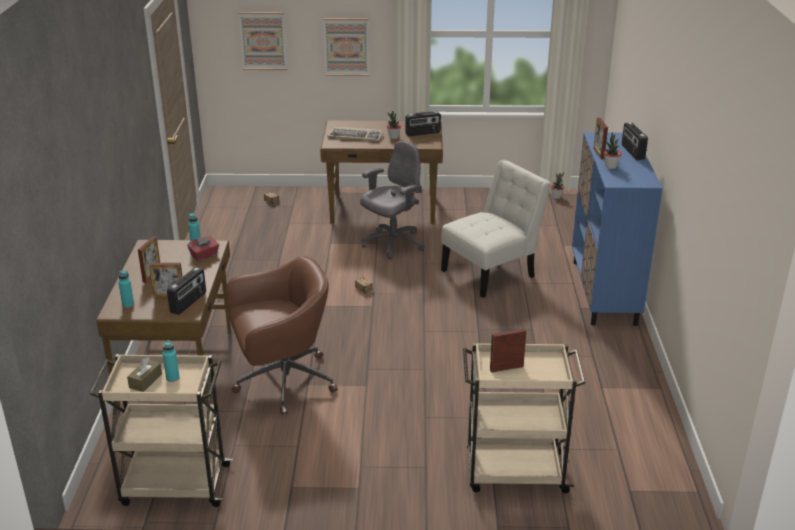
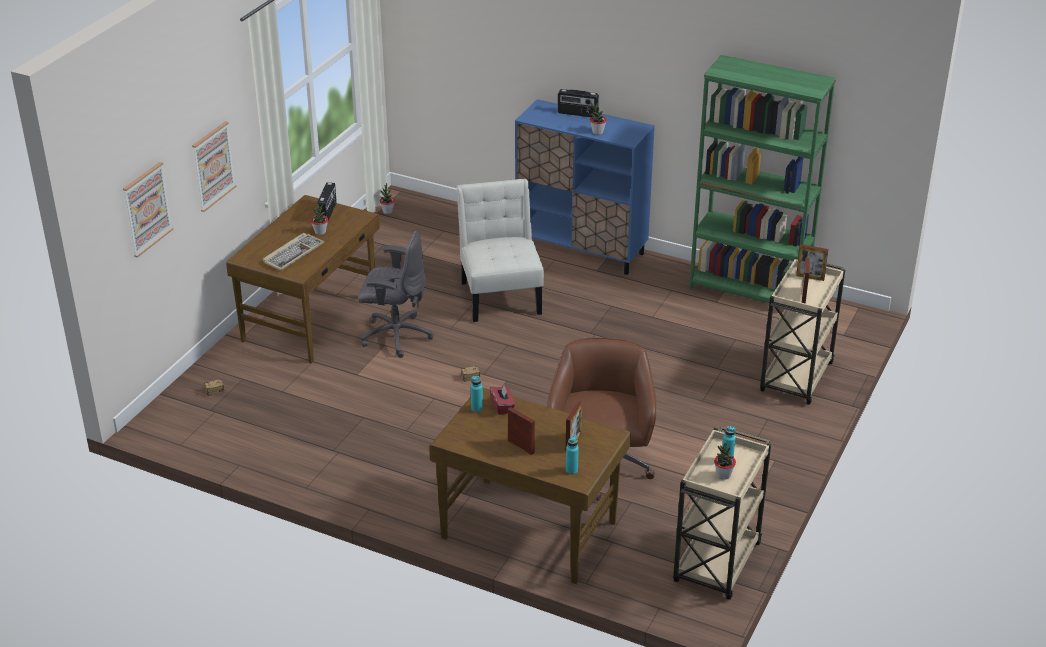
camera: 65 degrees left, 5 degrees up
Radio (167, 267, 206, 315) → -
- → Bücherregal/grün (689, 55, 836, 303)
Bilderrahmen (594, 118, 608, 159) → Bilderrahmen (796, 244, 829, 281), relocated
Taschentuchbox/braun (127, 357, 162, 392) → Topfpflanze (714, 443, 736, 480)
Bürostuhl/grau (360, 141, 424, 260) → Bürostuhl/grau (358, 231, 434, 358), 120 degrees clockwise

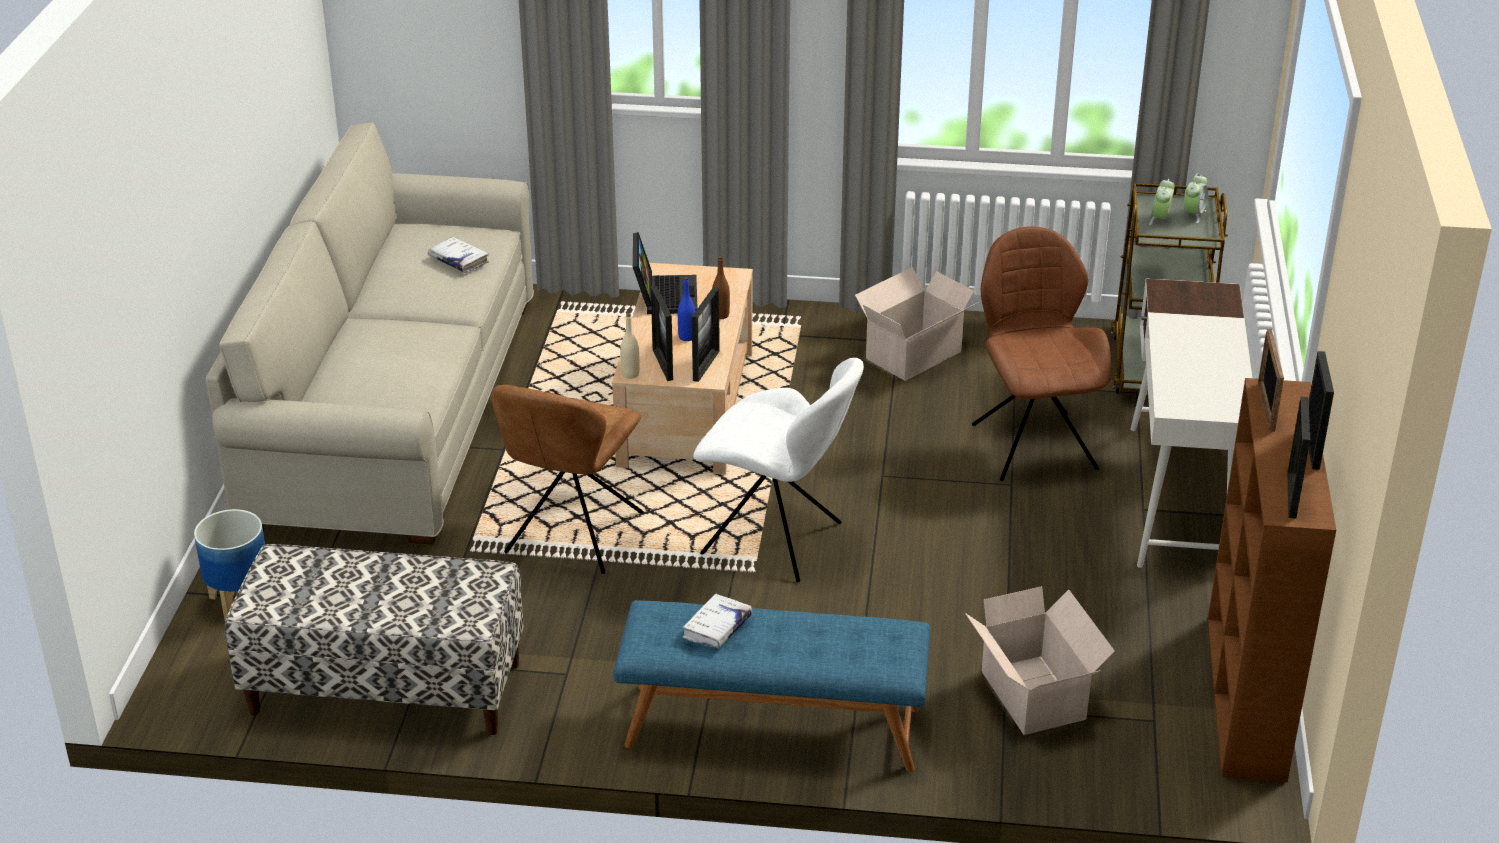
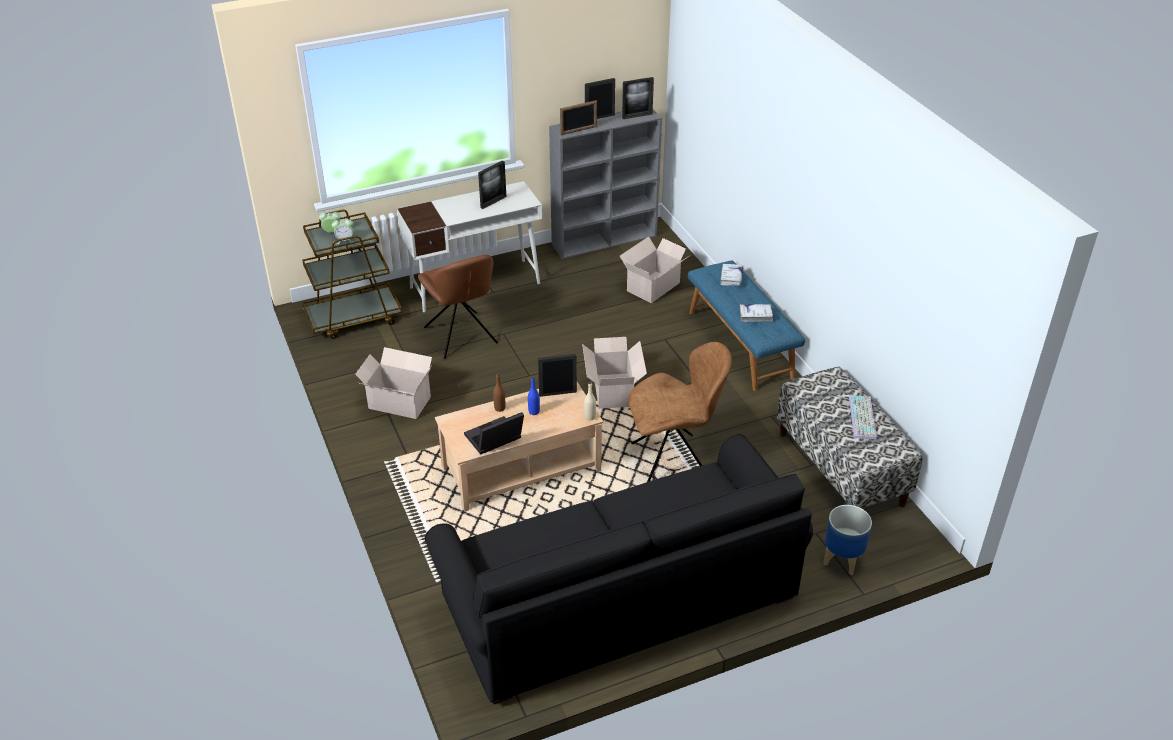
camera: 120 degrees left, 5 degrees up
- → Tastatur (849, 395, 877, 439)
Buch/weiß (428, 237, 489, 273) → Buch/weiß (720, 264, 743, 286), relocated
Bilderrahmen (651, 286, 673, 381) → Bilderrahmen (478, 160, 506, 209), relocated
Stuhl/weiß (693, 358, 864, 582) → Karton (582, 337, 647, 409)
Sofa/beige (206, 122, 534, 544) → Sofa/schwarz (425, 434, 813, 704)
Bücherregal/braun (1208, 378, 1336, 782) → Bücherregal/grau (549, 109, 662, 259)
Stuhl/braun (972, 226, 1111, 481) → Stuhl/braun (418, 255, 498, 359), 75 degrees counterclockwise

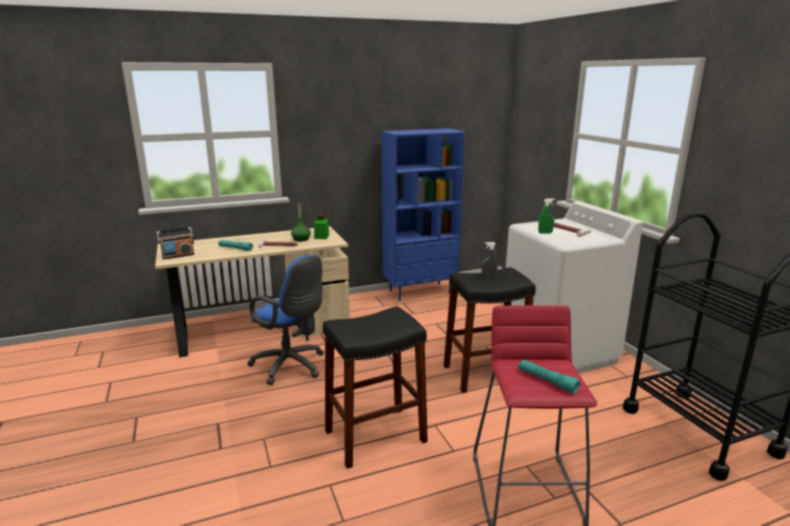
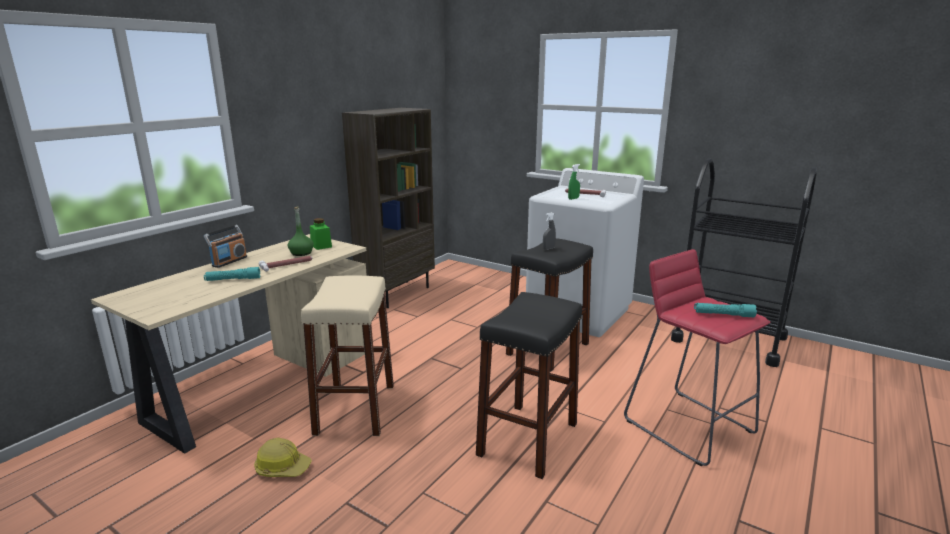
camera: 35 degrees left, 0 degrees up
- → Schutzhelm (254, 438, 312, 477)
Radio (157, 227, 195, 259) → Radio (204, 225, 247, 268), relocated
Bürostuhl/blau (247, 255, 324, 385) → Hocker/beige (301, 276, 394, 436)
Bücherregal/blau (381, 128, 465, 301) → Bücherregal/braun (342, 108, 435, 308)

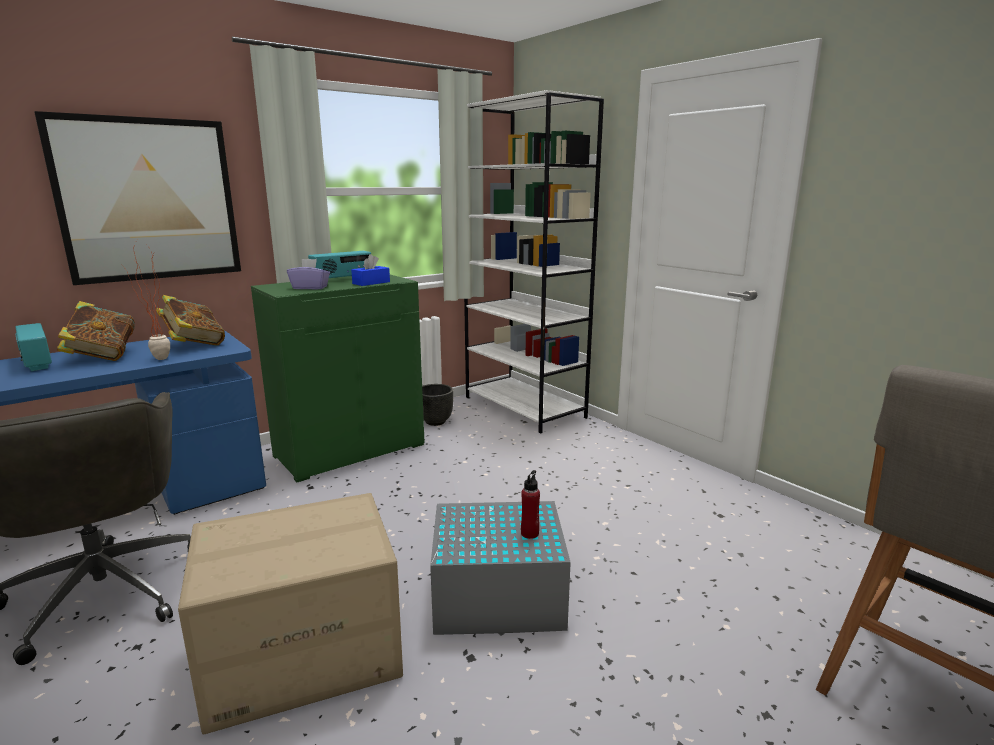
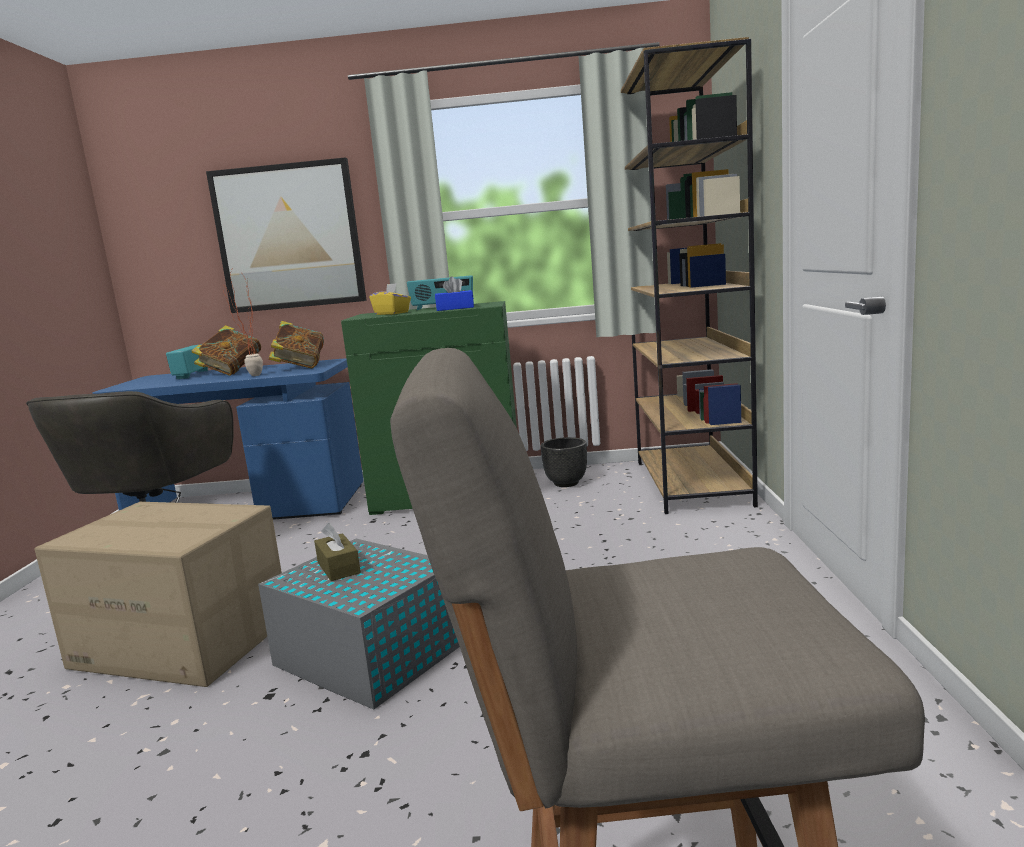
camera: 40 degrees right, 5 degrees down
Flasche/rot (521, 470, 540, 539) → -
- → Taschentuchbox/braun (314, 523, 361, 581)
Taschentuchbox/lila (287, 259, 330, 290) → Taschentuchbox/gelb (369, 283, 411, 315)
Bücherregal/weiß (464, 90, 604, 434) → Bücherregal/braun (621, 37, 758, 514)

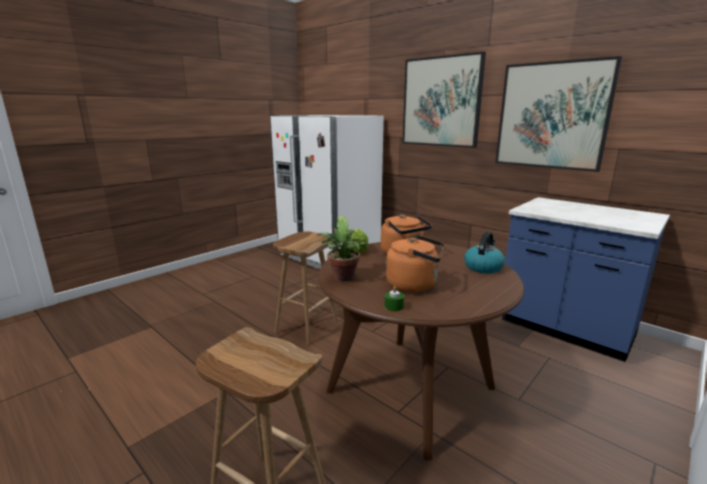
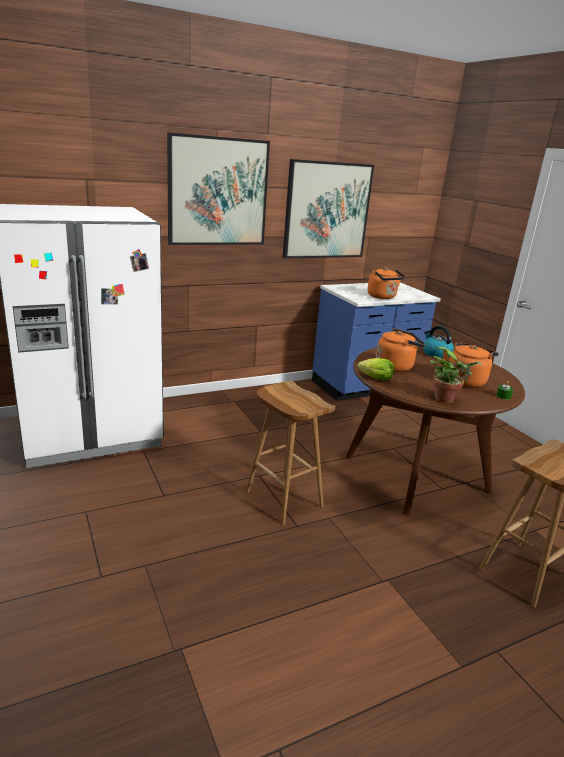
camera: 70 degrees left, 5 degrees up
- → Wasserkessel/orange (367, 268, 406, 299)

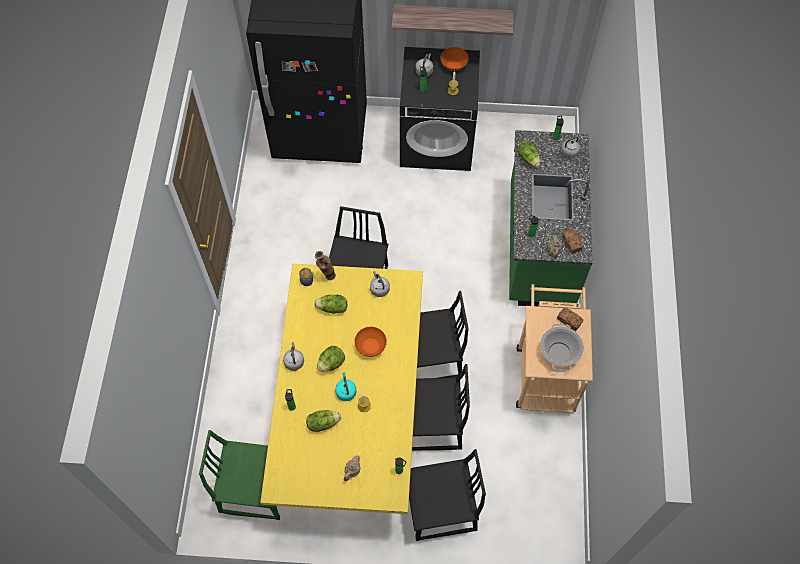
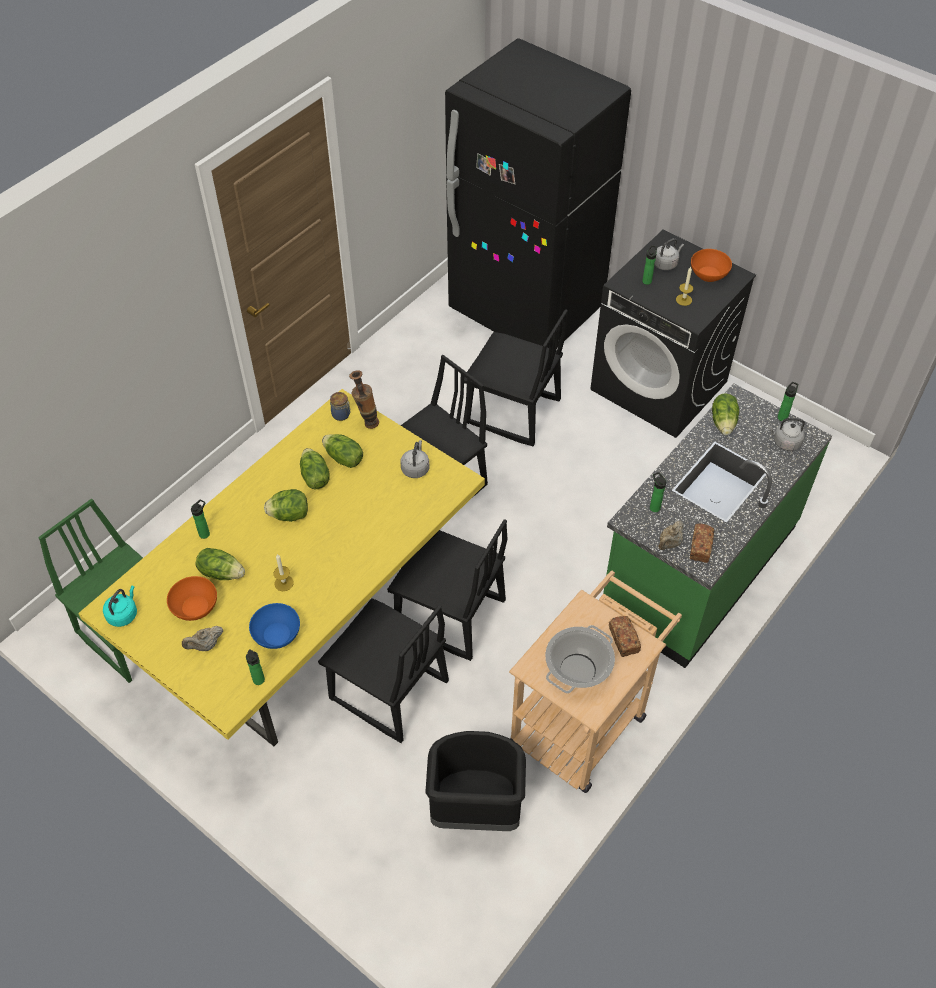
camera: 35 degrees right, 10 degrees down
Wasserkessel/grau (283, 342, 304, 371) → -
Wandregal (392, 5, 513, 36) → -
- → Schüssel/blau (249, 603, 300, 649)
- → Salatkopf (300, 448, 330, 489)
- → Mülleimer/schwarz (425, 731, 526, 831)
Wasserkessel/türkis (335, 372, 356, 401) → Wasserkessel/türkis (103, 586, 137, 627), relocated
Schüssel/orange (354, 327, 387, 357) → Schüssel/orange (167, 576, 217, 621), relocated
Stuhl/schwarz (409, 449, 486, 541) → Stuhl/schwarz (464, 309, 568, 446), relocated

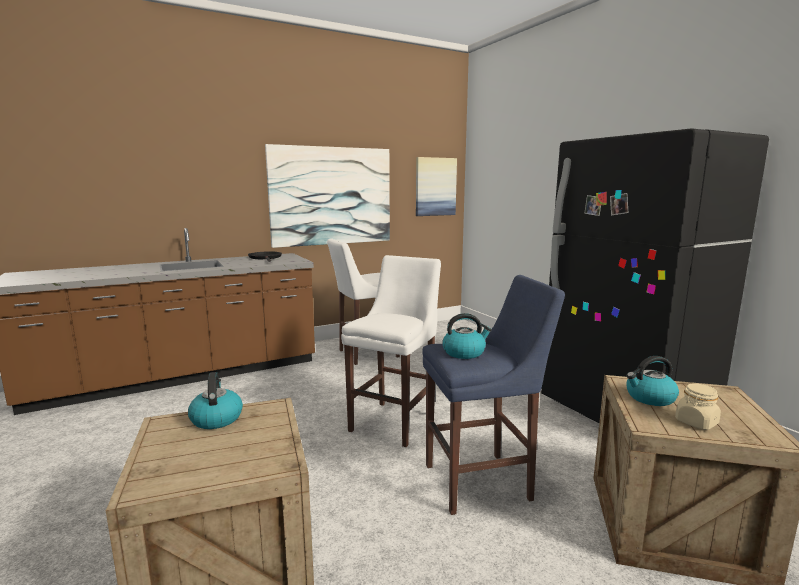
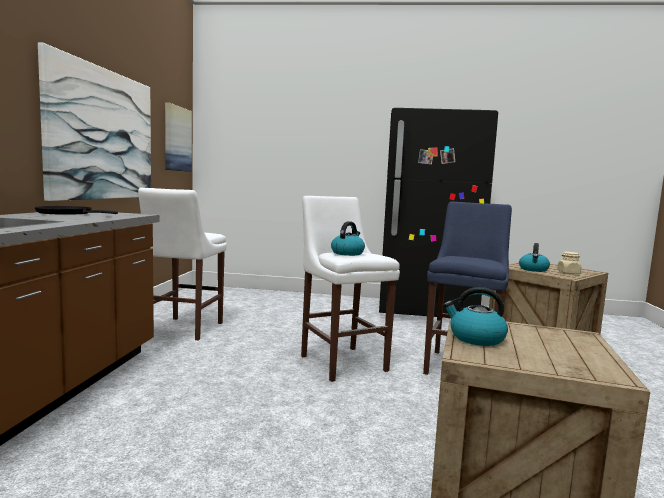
camera: 55 degrees left, 5 degrees down
Wasserkessel (443, 313, 492, 359) → Wasserkessel (331, 221, 365, 256), relocated

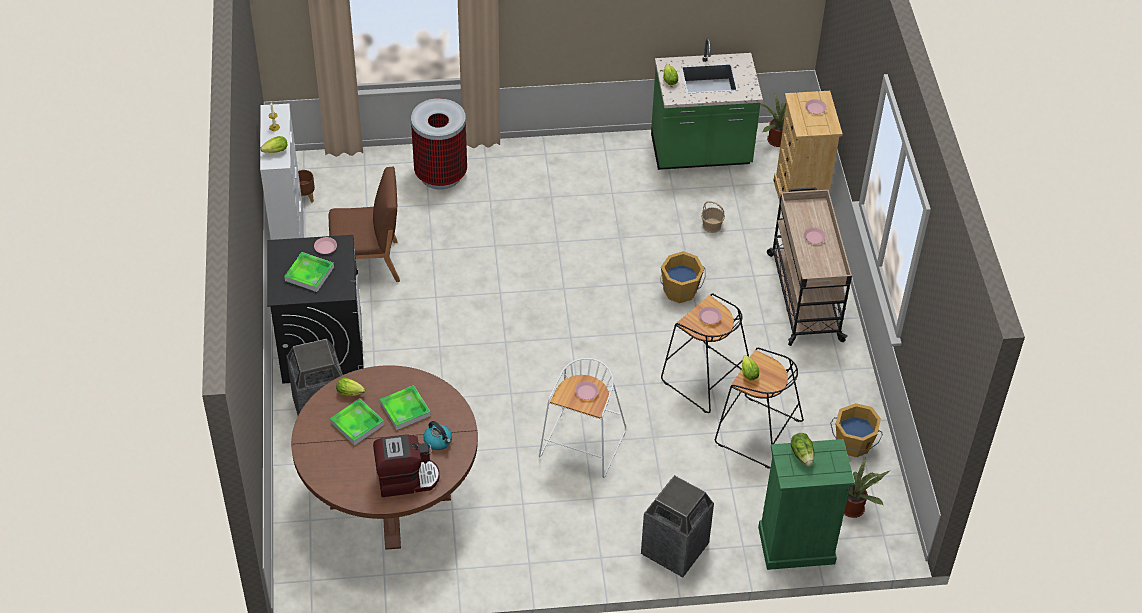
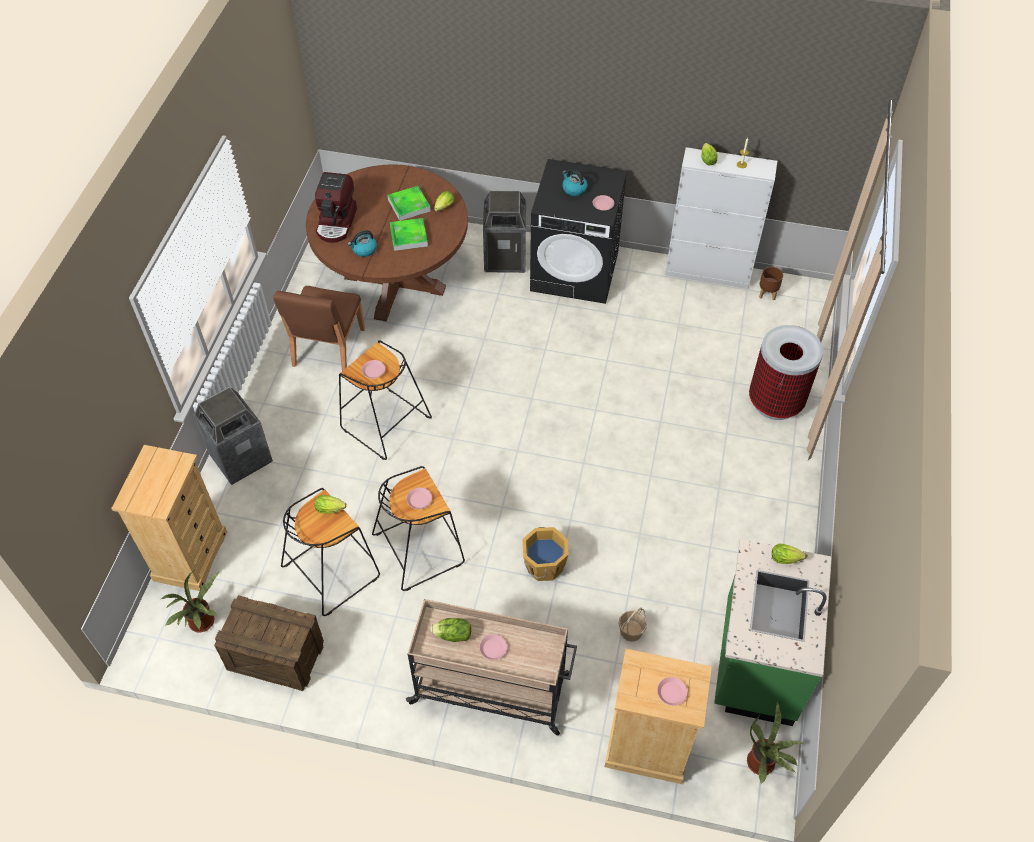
camera: 110 degrees right, 5 degrees up
Stuhl/braun (329, 167, 400, 282) → Stuhl/braun (273, 286, 365, 371), relocated
Salatkopf (791, 433, 815, 466) → Salatkopf (430, 618, 471, 642), relocated
Tablett (284, 252, 334, 292) → Wasserkessel (562, 169, 587, 196)
Eimer/orange (830, 403, 883, 457) → Kiste (214, 595, 324, 691)
Hocker/weiß (539, 358, 626, 478) → Hocker/schwarz (339, 340, 432, 460)
Kommode/grün (758, 439, 855, 570) → Kommode/beige (111, 445, 227, 591)

